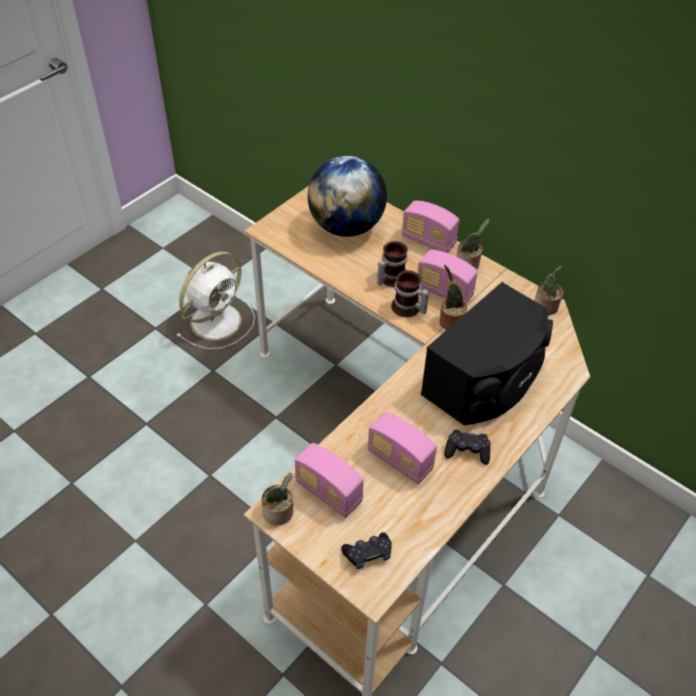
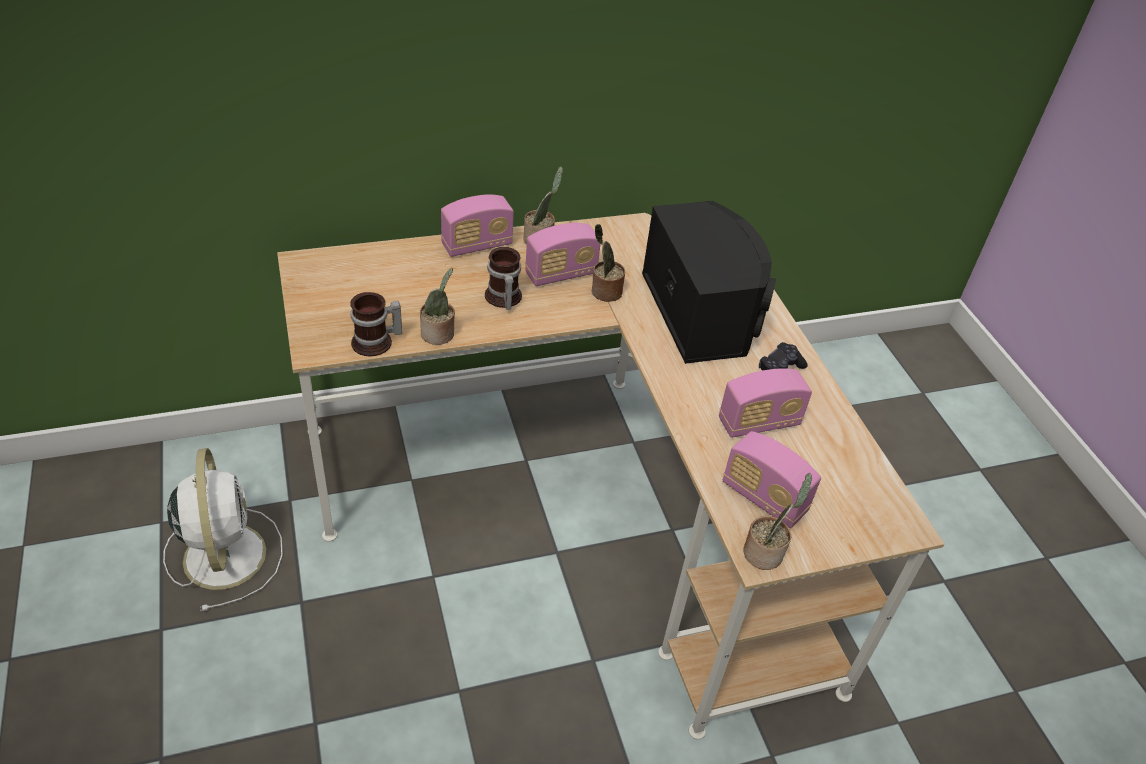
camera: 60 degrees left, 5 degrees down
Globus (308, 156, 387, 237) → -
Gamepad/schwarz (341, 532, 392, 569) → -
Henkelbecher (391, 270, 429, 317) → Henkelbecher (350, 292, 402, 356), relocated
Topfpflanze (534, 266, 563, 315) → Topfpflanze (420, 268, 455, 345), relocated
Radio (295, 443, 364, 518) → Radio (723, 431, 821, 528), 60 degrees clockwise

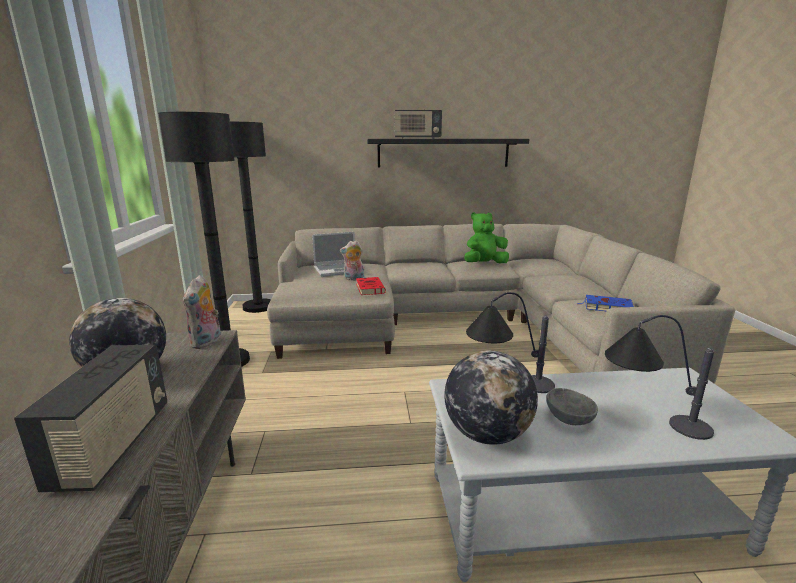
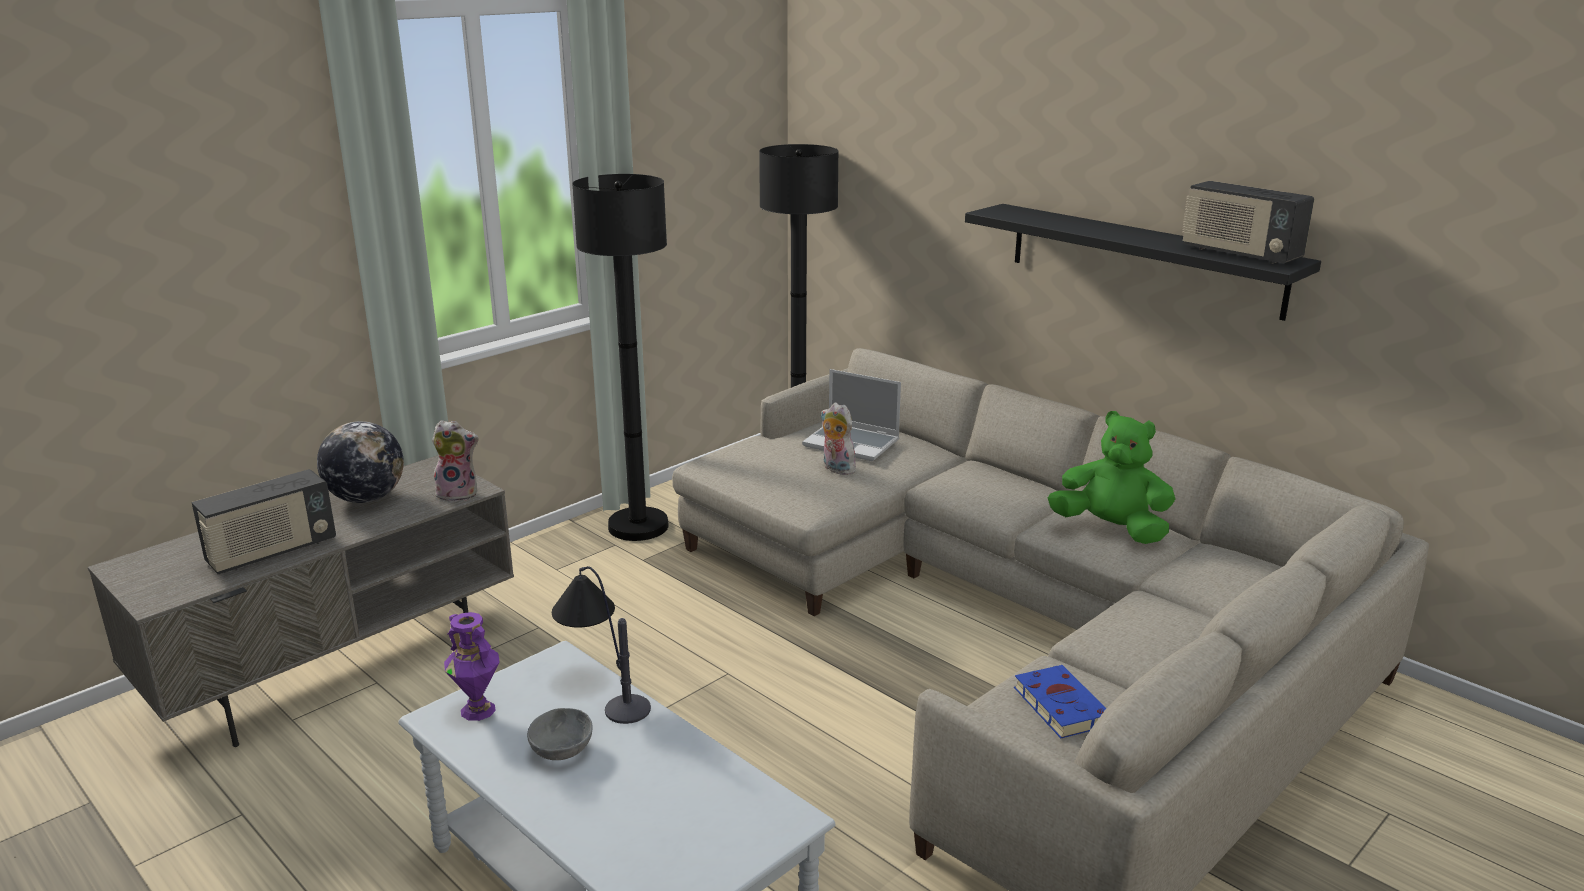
camera: 50 degrees right, 5 degrees up
Buch/rot (356, 277, 386, 295) → -
Tischlampe (605, 315, 714, 440) → -
Radio (394, 110, 442, 139) → Radio (1182, 181, 1314, 264), relocated
Globus (444, 350, 538, 445) → Vase/lila (444, 612, 500, 721)
Plüschtier (183, 275, 221, 349) → Plüschtier (432, 420, 479, 501), 150 degrees counterclockwise

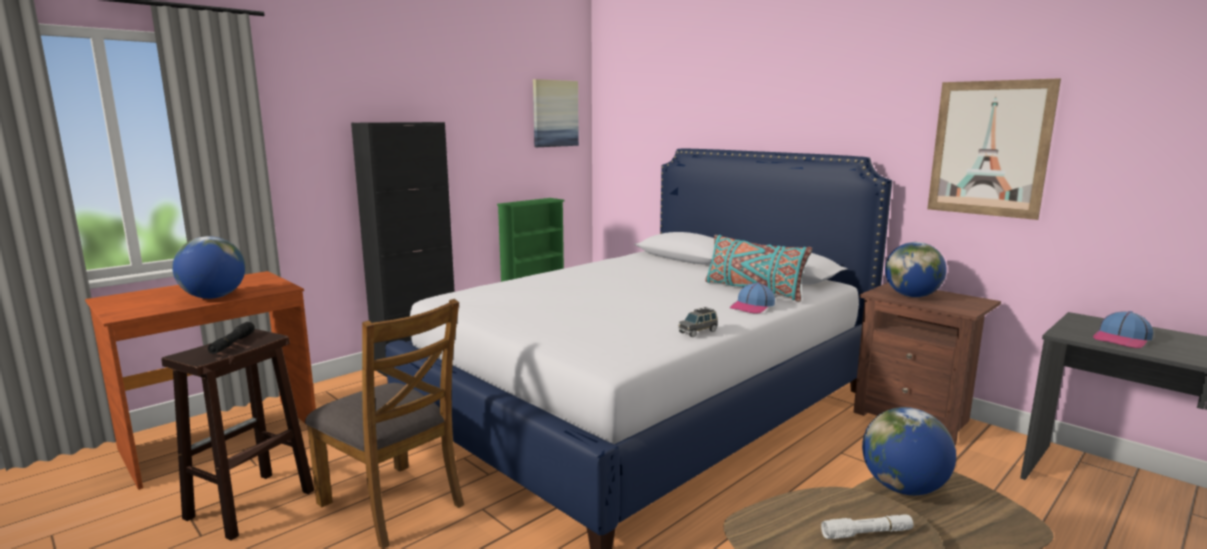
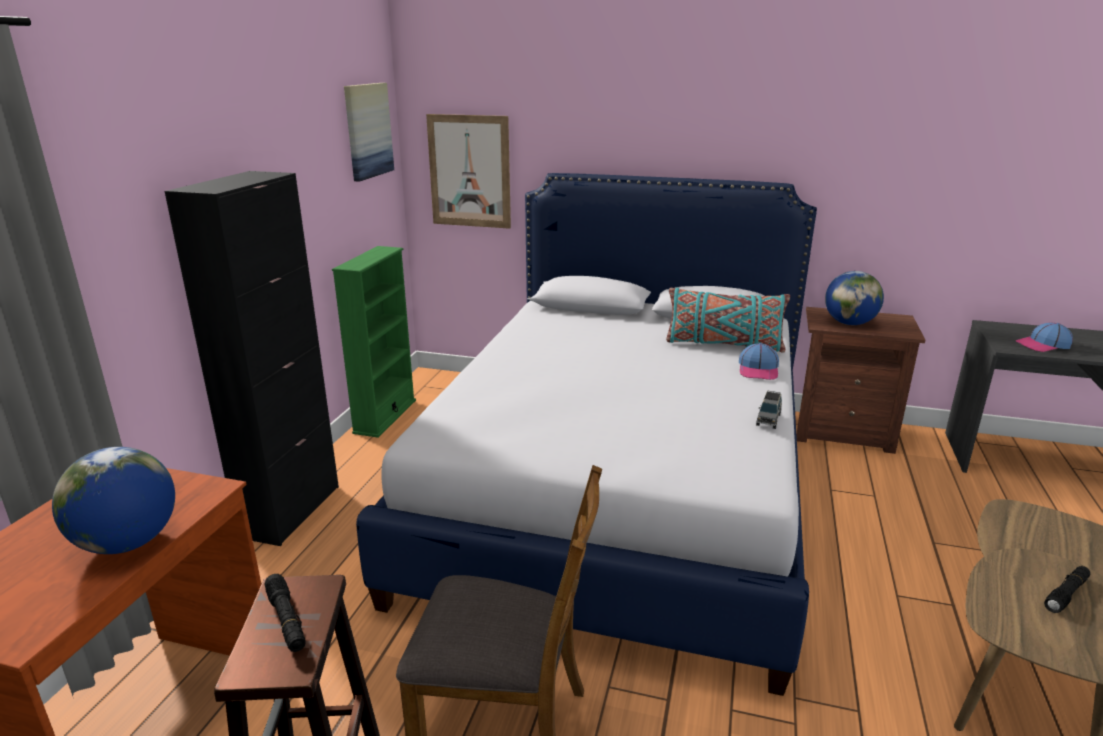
camera: 30 degrees left, 10 degrees up
Globus (862, 407, 956, 495) → -
Bild (927, 78, 1061, 220) → Bild (426, 114, 511, 229), relocated
Taschenlampe/weiß (821, 514, 914, 539) → Taschenlampe/schwarz (1044, 566, 1090, 613)
Kappe (1093, 311, 1153, 348) → Kappe (1016, 322, 1073, 352), 60 degrees clockwise

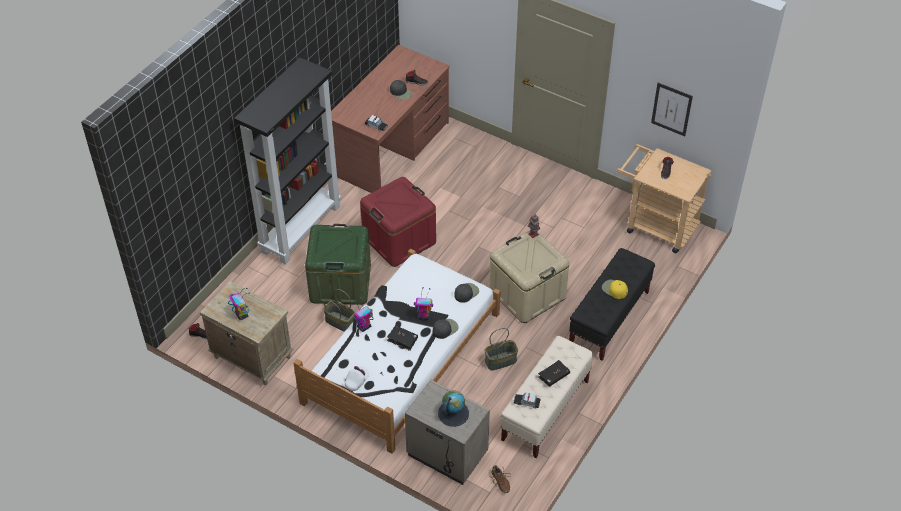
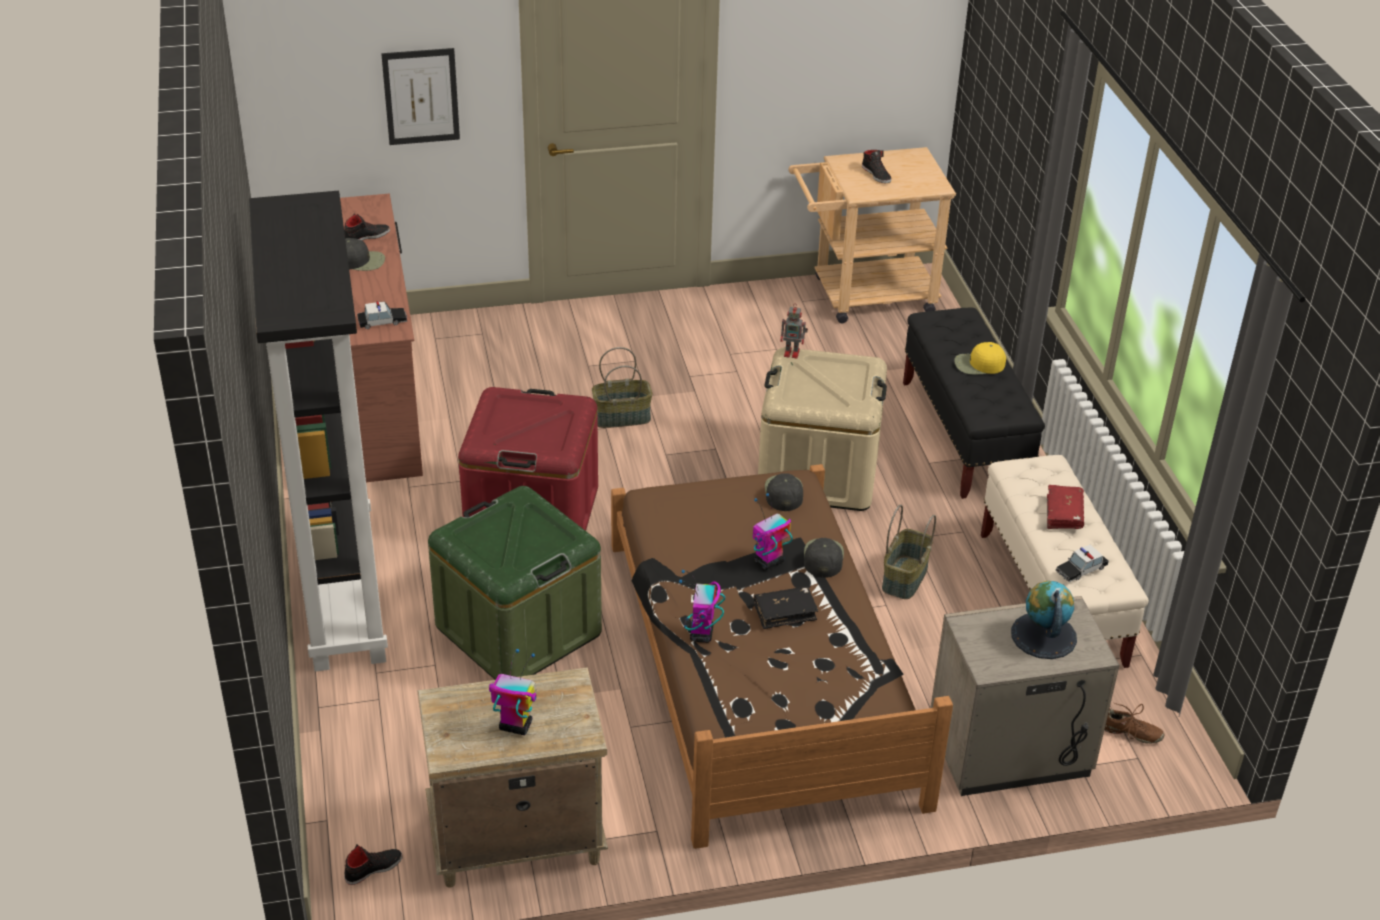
camera: 45 degrees left, 10 degrees down
Kappe/weiß (345, 366, 369, 391) → -
Korb (323, 289, 355, 332) → Korb (592, 347, 652, 428), relocated
Bild (651, 83, 693, 136) → Bild (381, 48, 460, 145), relocated
Bett/weiß (293, 249, 500, 454) → Bett/braun (611, 464, 953, 849)
Buch/schwarz (538, 360, 570, 387) → Buch/rot (1047, 485, 1084, 529)

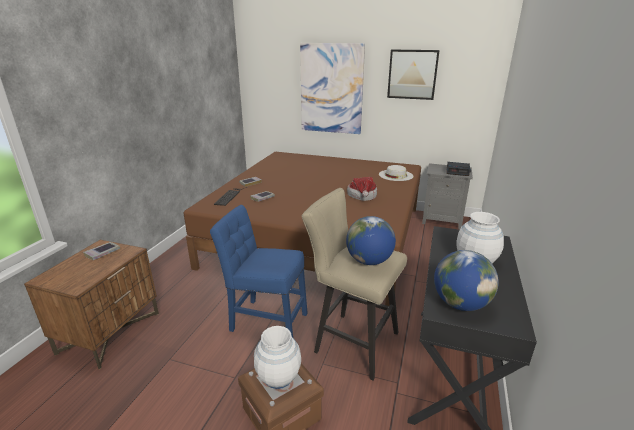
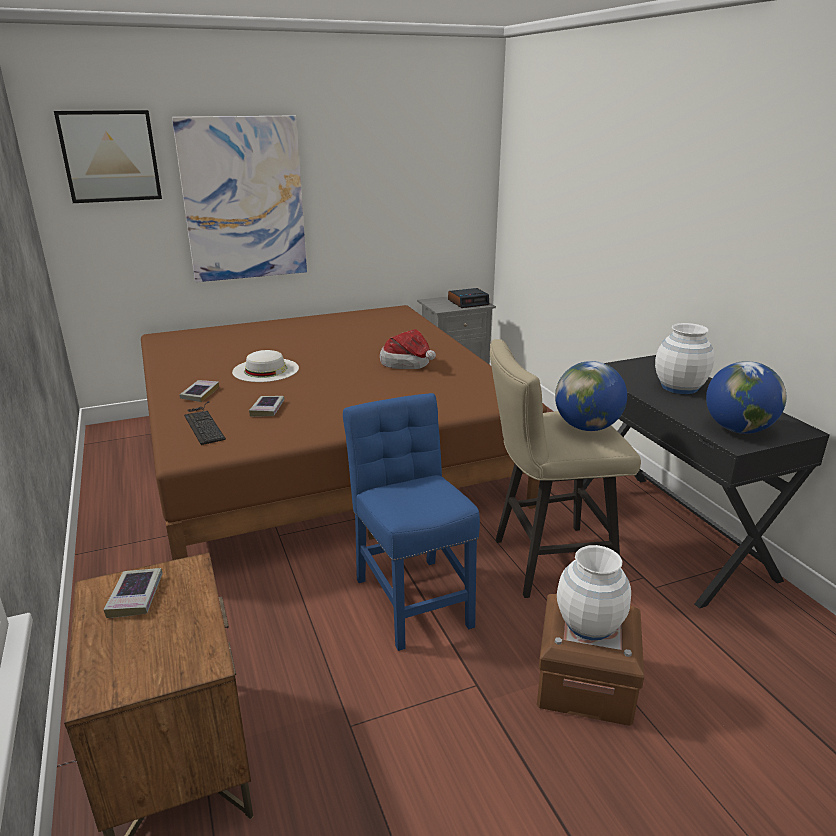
camera: 40 degrees left, 0 degrees up
Hut/weiß (379, 165, 414, 181) → Hut/weiß (232, 350, 299, 382), relocated
Bild (387, 50, 440, 100) → Bild (54, 110, 162, 203), relocated
Stuhl/blau (210, 205, 308, 337) → Stuhl/blau (343, 393, 480, 651), 90 degrees clockwise

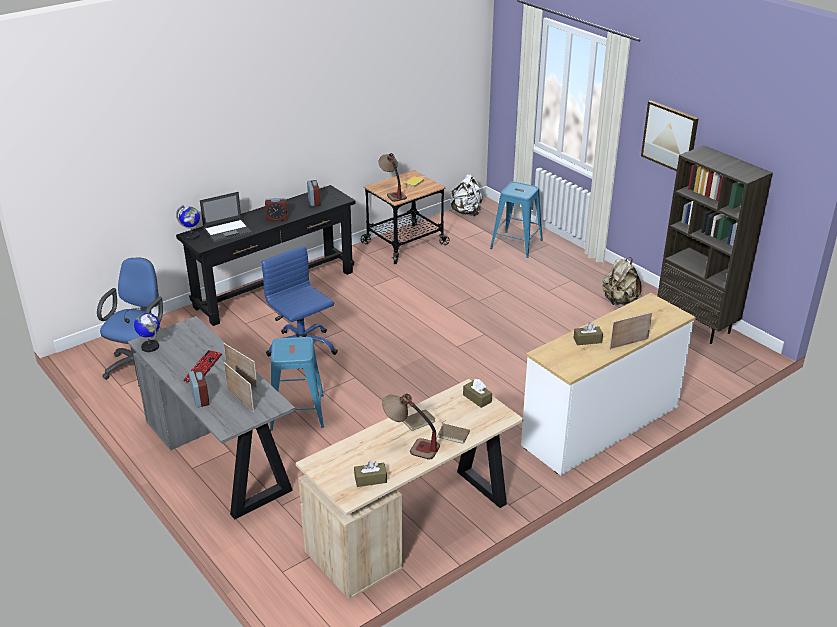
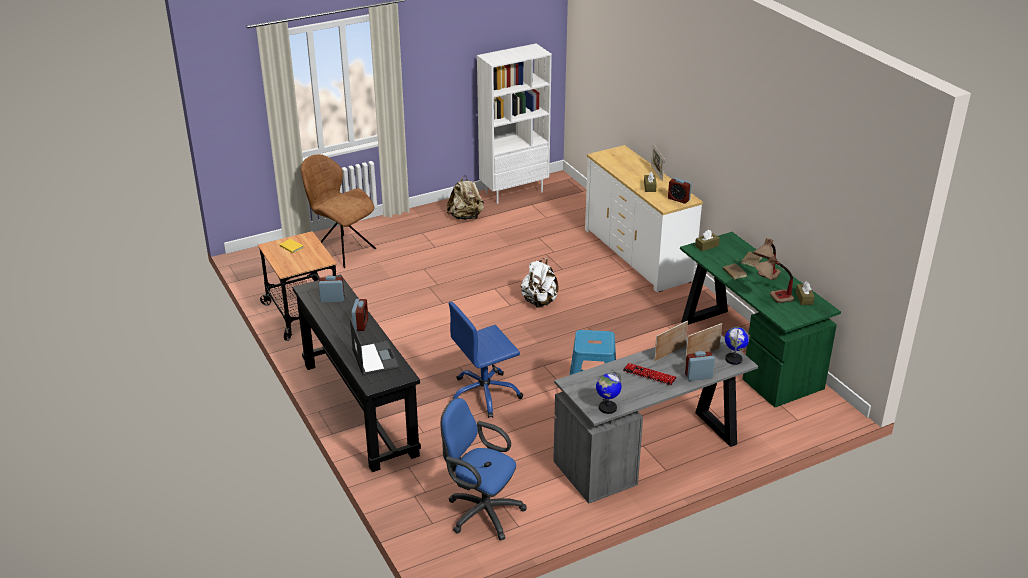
camera: 80 degrees left, 0 degrees up
Bild (641, 101, 699, 171) → -
- → Wecker (668, 177, 692, 204)
Globus (176, 205, 200, 240) → Globus (725, 327, 749, 365), relocated
Tischlampe (378, 153, 407, 202) → Tischlampe (753, 256, 794, 303), relocated
Rucksack/weiß (450, 174, 483, 216) → Rucksack/weiß (521, 258, 559, 308), relocated
Hocker/blau (490, 182, 543, 258) → Stuhl/braun (301, 154, 376, 268)
Schreibtisch/beige (296, 379, 524, 600) → Schreibtisch/grün (680, 232, 841, 407)
Bücherregal/braun (657, 145, 773, 344) → Bücherregal/weiß (477, 44, 552, 204)

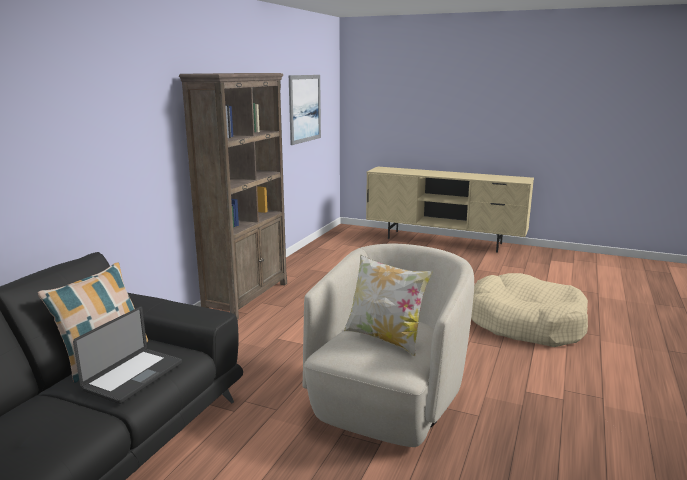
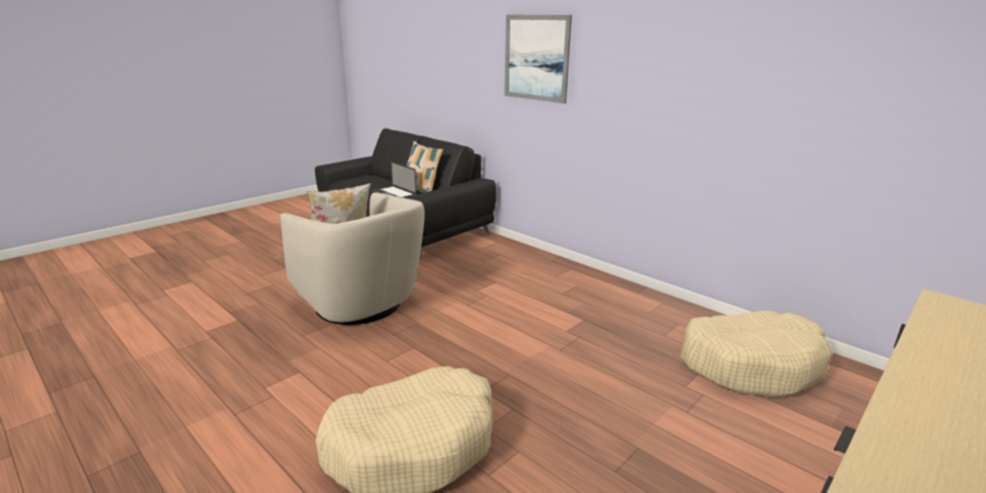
camera: 110 degrees right, 5 degrees up
Bücherregal/braun (179, 73, 287, 319) → -
- → Hundebett/beige (680, 311, 831, 398)
Bild (289, 75, 321, 145) → Bild (504, 15, 572, 104), relocated

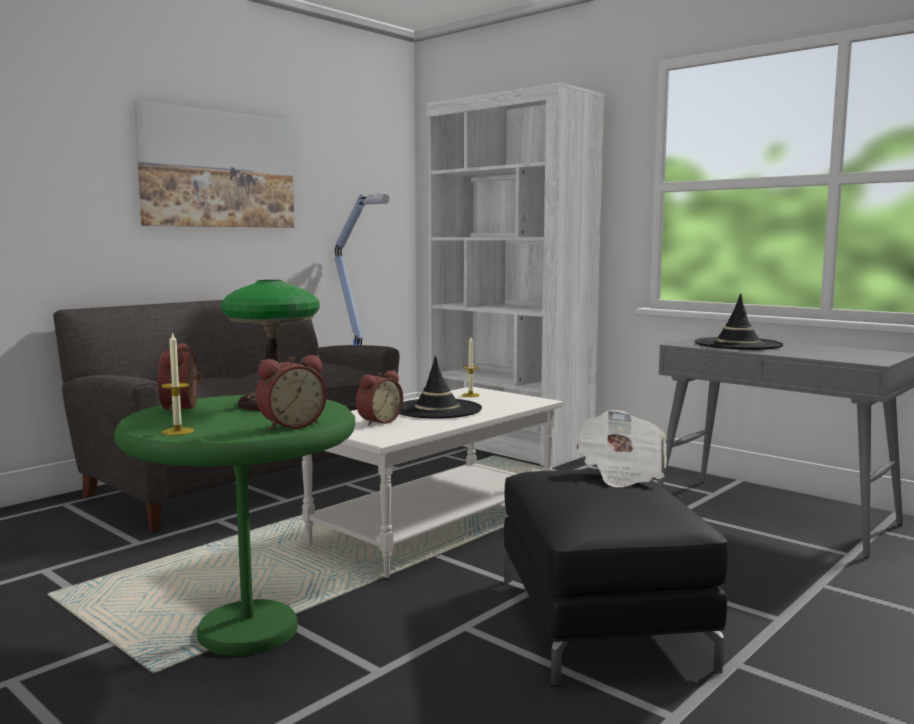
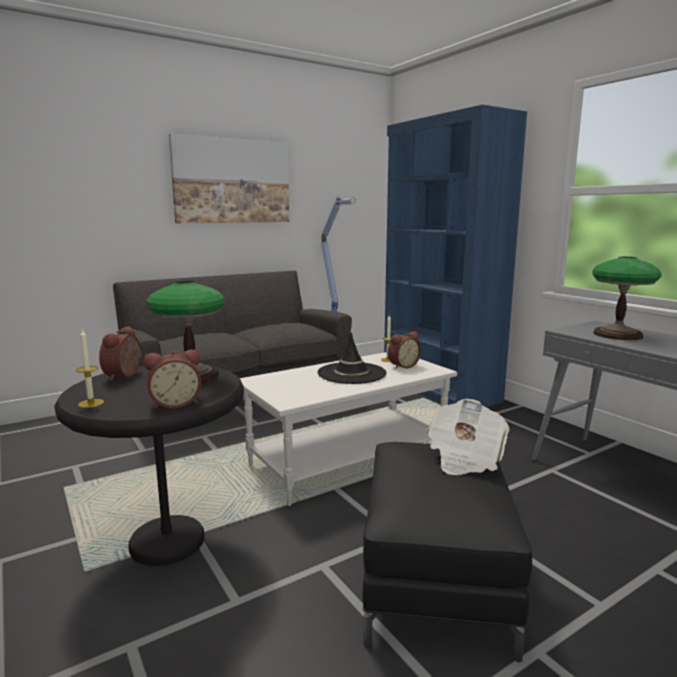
camera: 15 degrees right, 5 degrees up
Wecker (356, 370, 403, 426) → Wecker (388, 331, 421, 369), relocated
Hut/schwarz (695, 293, 783, 350) → Tischlampe (592, 257, 662, 340)
Beistelltisch/grün (114, 395, 355, 656) → Beistelltisch/schwarz (54, 366, 244, 566)
Bücherregal/weiß (426, 82, 604, 468) → Bücherregal/blau (384, 105, 527, 407)

